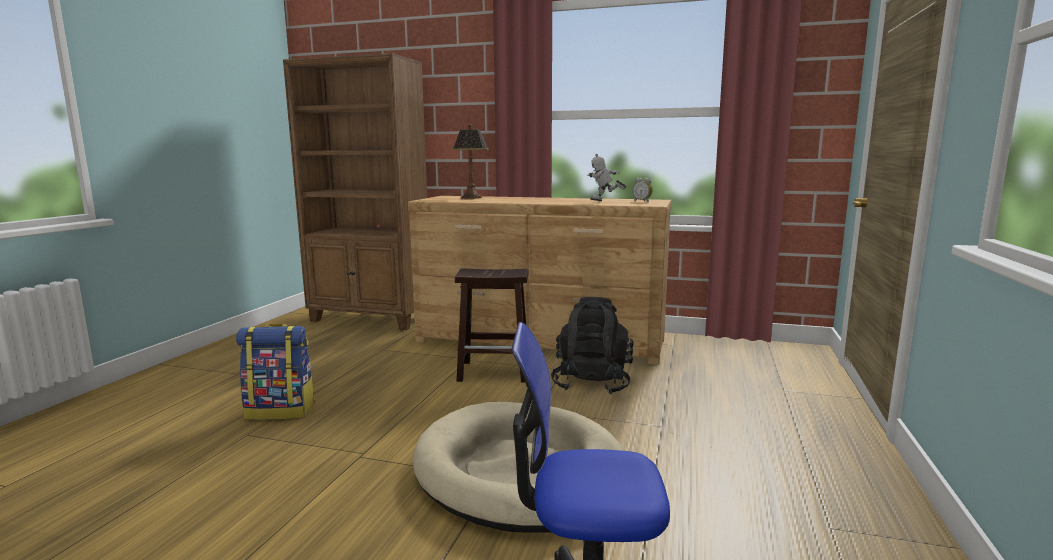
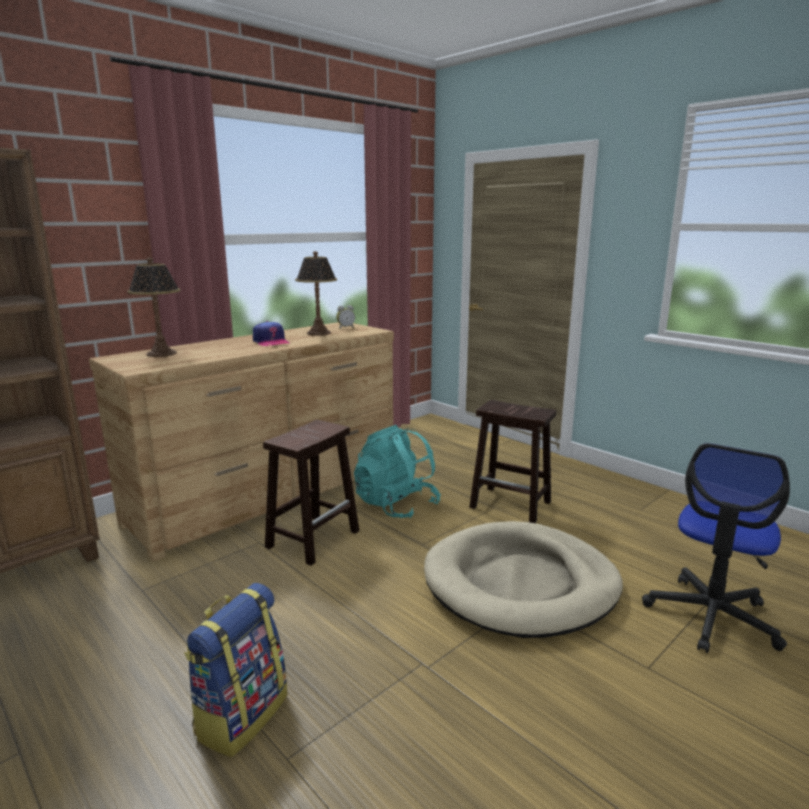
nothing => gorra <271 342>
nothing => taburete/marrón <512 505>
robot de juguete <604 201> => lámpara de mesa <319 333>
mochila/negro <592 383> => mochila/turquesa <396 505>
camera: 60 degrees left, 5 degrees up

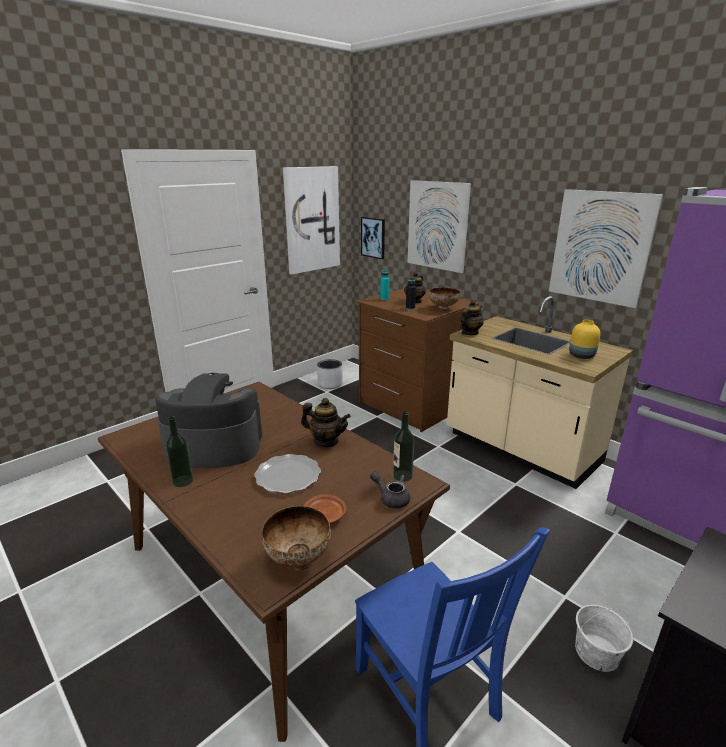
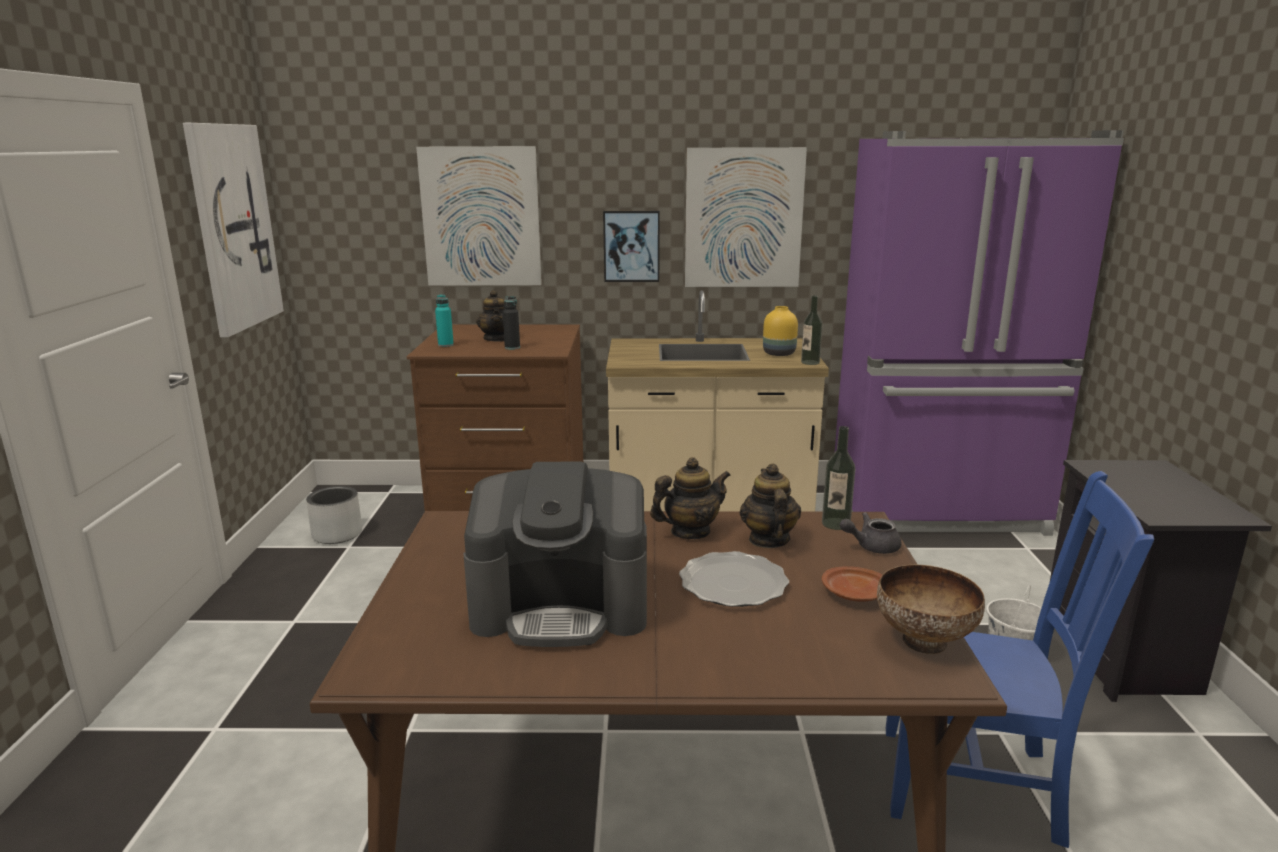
cuenco <443 309> => nothing
botella <183 481> => botella <810 362>, shifted
cuadro <373 237> => cuadro <631 246>, shifted
tetera <469 333> => tetera <768 540>, shifted
cafetera <213 446> => cafetera <562 606>, 135 degrees counterclockwise
camera: 45 degrees left, 5 degrees down

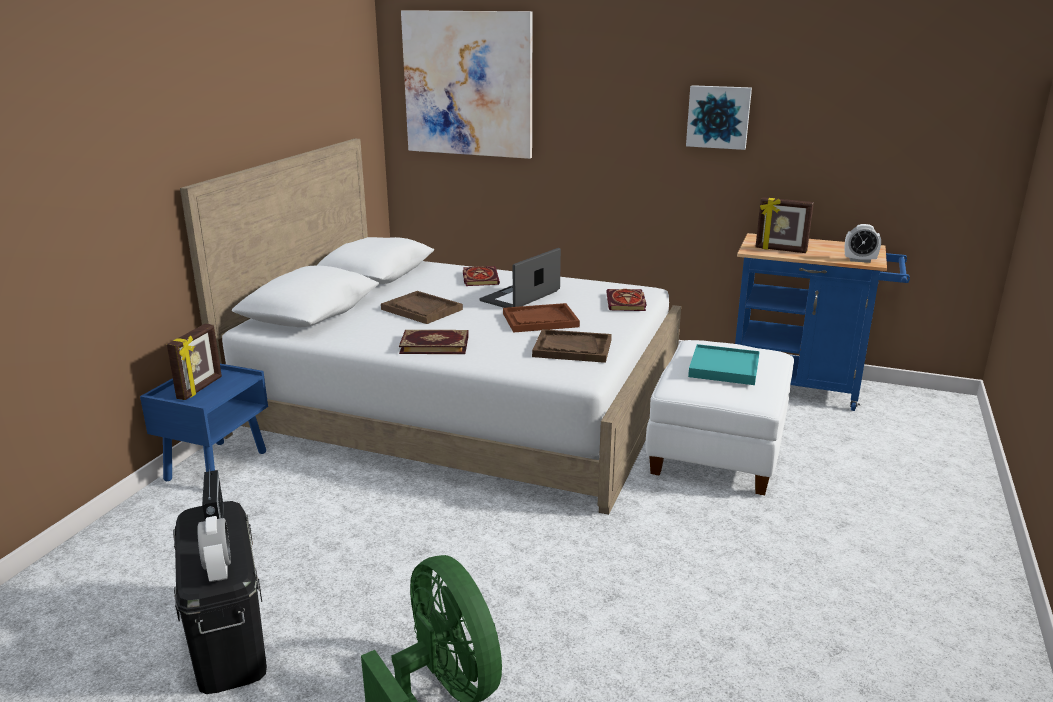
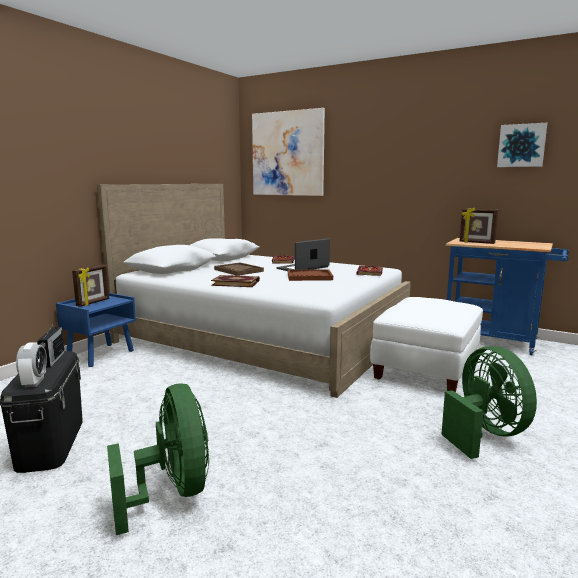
bandeja/marrón <572 348> => nothing
bandeja/turquesa <724 368> => nothing
despertador <859 260> => nothing
nothing => ventilador/verde <484 434>
cuadro <718 117> => cuadro <521 145>, shifted
camera: 10 degrees right, 10 degrees down

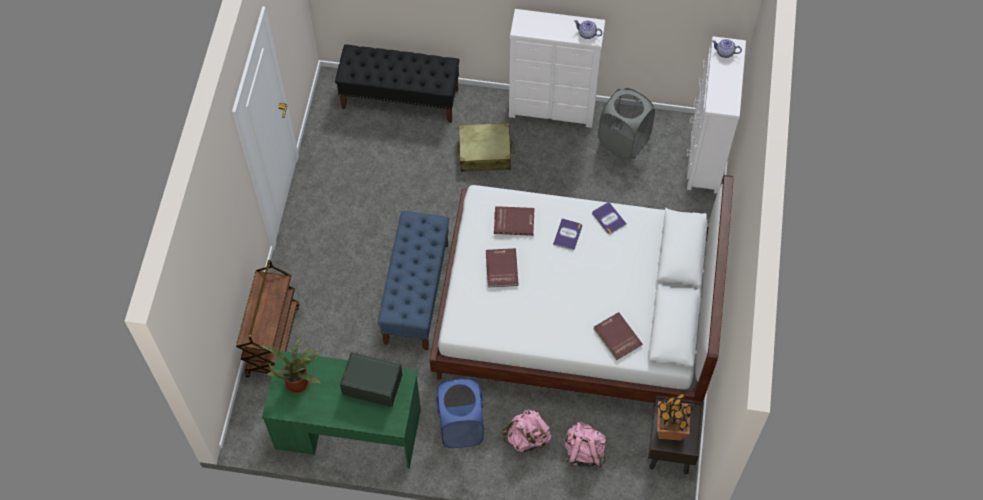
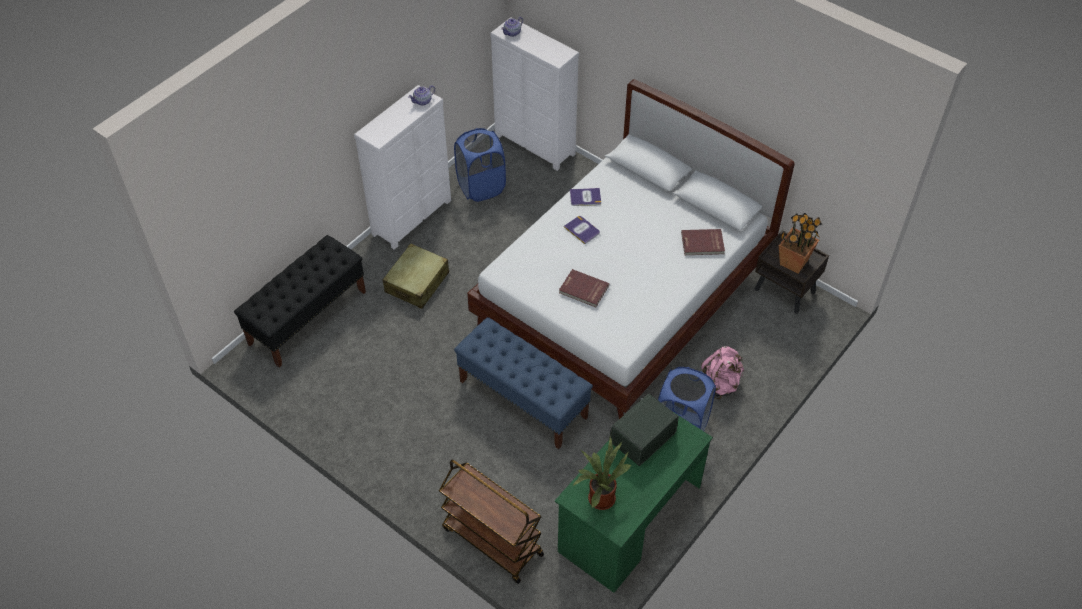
libro/rojo <514 221> => nothing
mochila/rosa <584 451> => nothing
cesto de la ropa/gris <623 141> => cesto de la ropa/azul <481 187>
camera: 60 degrees left, 10 degrees down

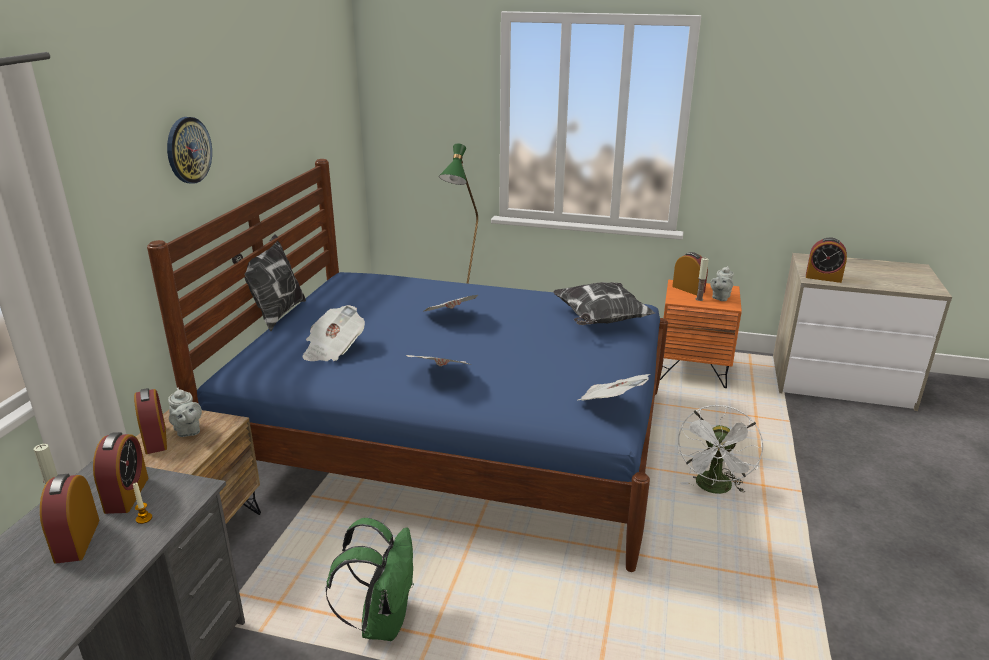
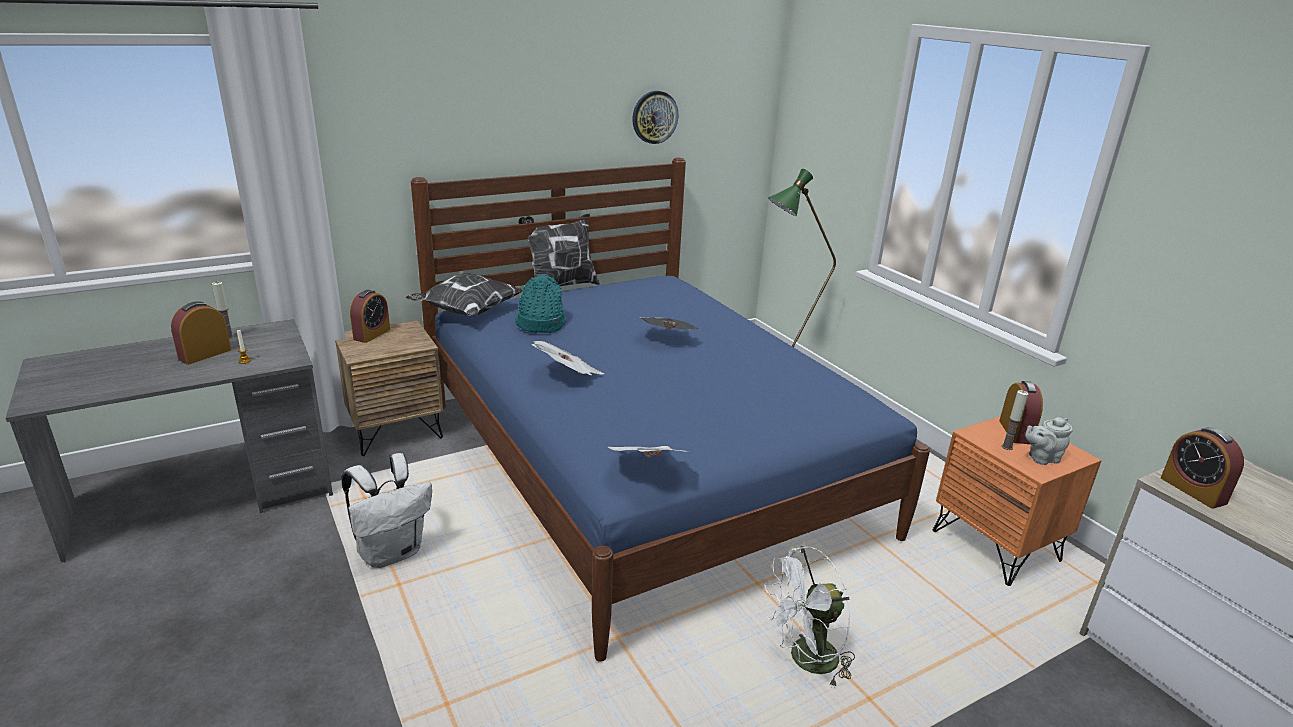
despertador <126 494> => nothing
tetera/gris <188 431> => nothing
reloj de pared <188 150> => reloj de pared <654 117>, shifted
cojín <600 321> => cojín <466 312>, shifted
periódico <333 350> => sombrero/turquesa <540 323>
mochila/verde <382 620> => mochila/blanco <392 552>
camera: 45 degrees right, 0 degrees up

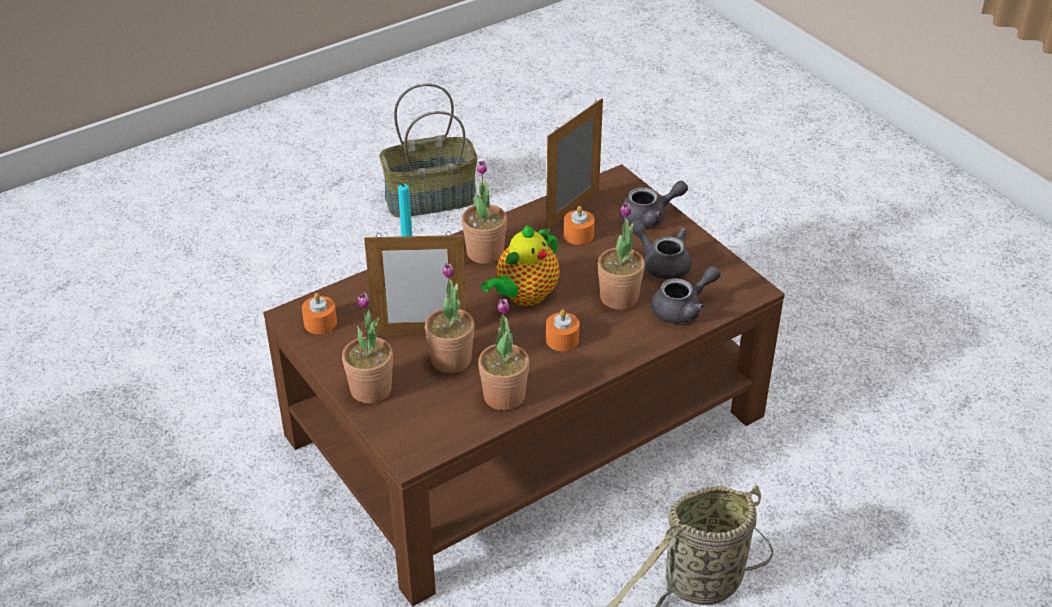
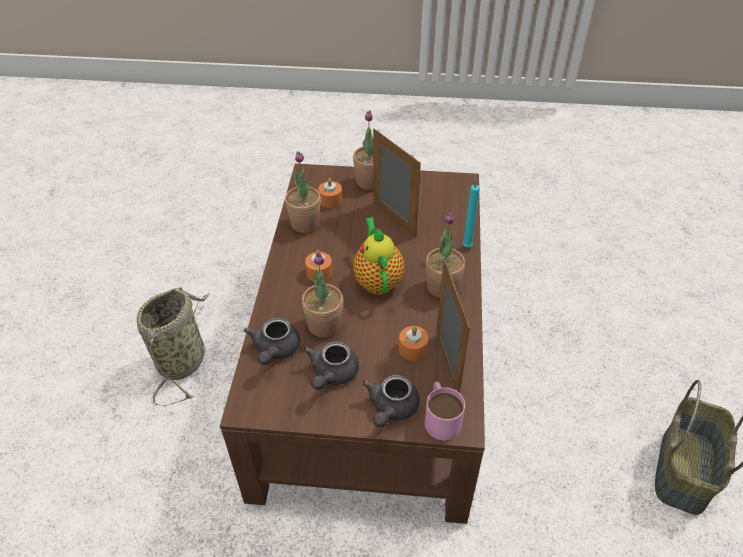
planta en maceta <451 360> => nothing
nothing => taza grande/rosa <441 417>
vela/naranja <320 323> => vela/naranja <330 200>, shifted
portarretratos <420 333> => portarretratos <394 219>, 105 degrees clockwise
tetera/gris <661 263> => tetera/gris <332 374>, 120 degrees clockwise
camera: 130 degrees right, 5 degrees up

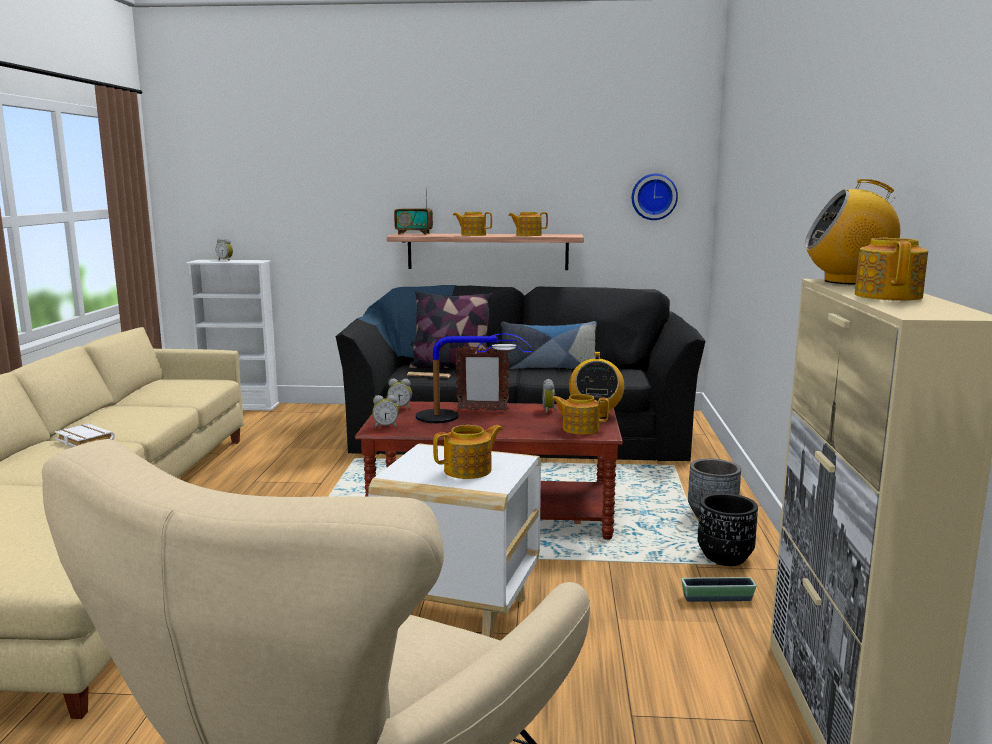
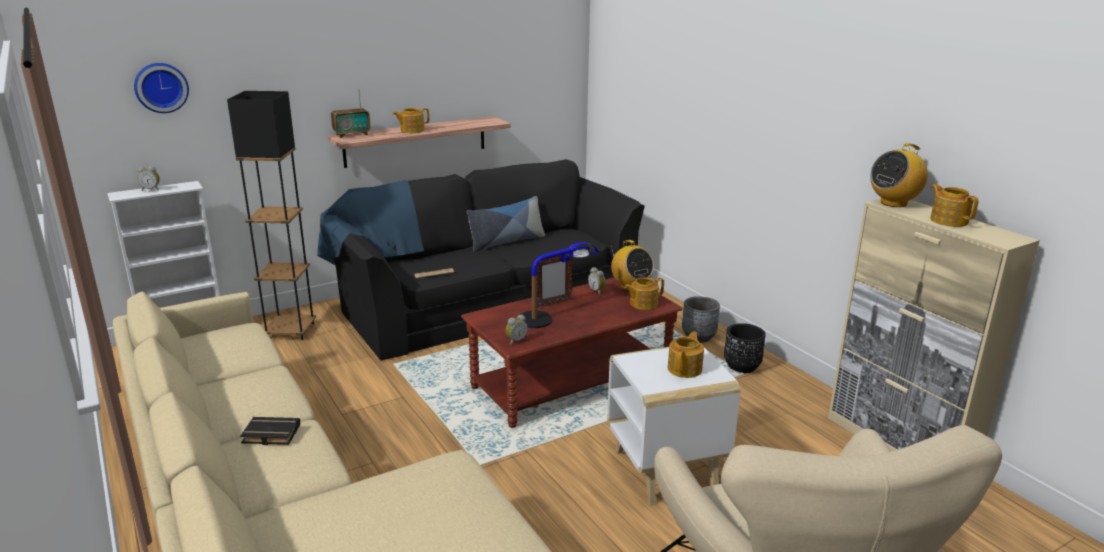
despertador <400 408> => nothing
cojín <450 367> => nothing
tetera <528 235> => nothing
maceta <717 598> => nothing
nothing => lámpara de pie/negro <290 331>
reloj de pared <654 196> => reloj de pared <161 87>, shifted
libro/blanco <82 440> => libro/negro <269 435>
camera: 35 degrees left, 10 degrees up

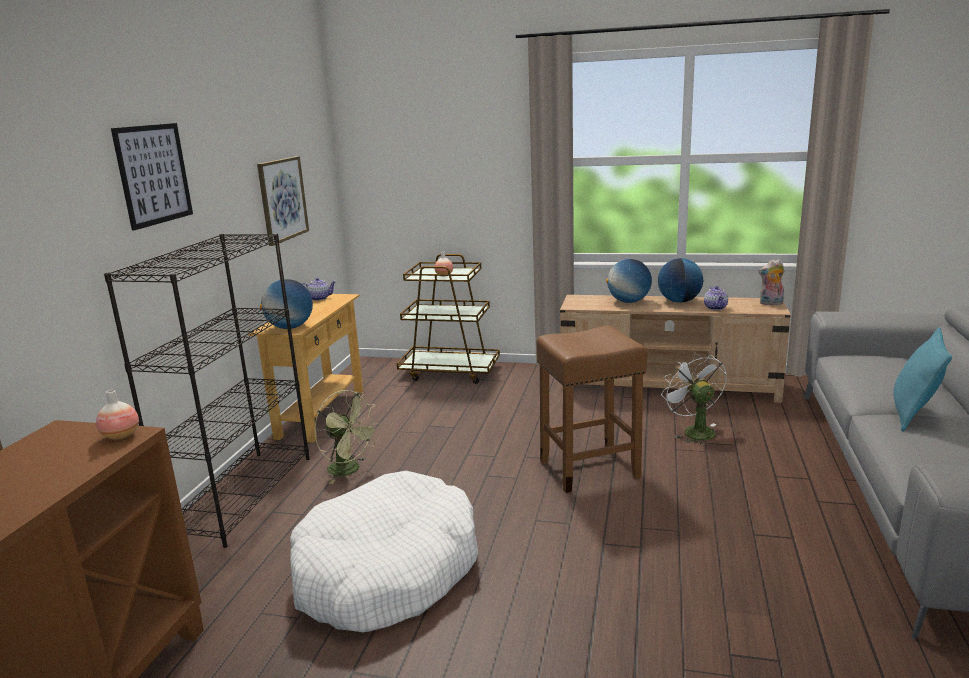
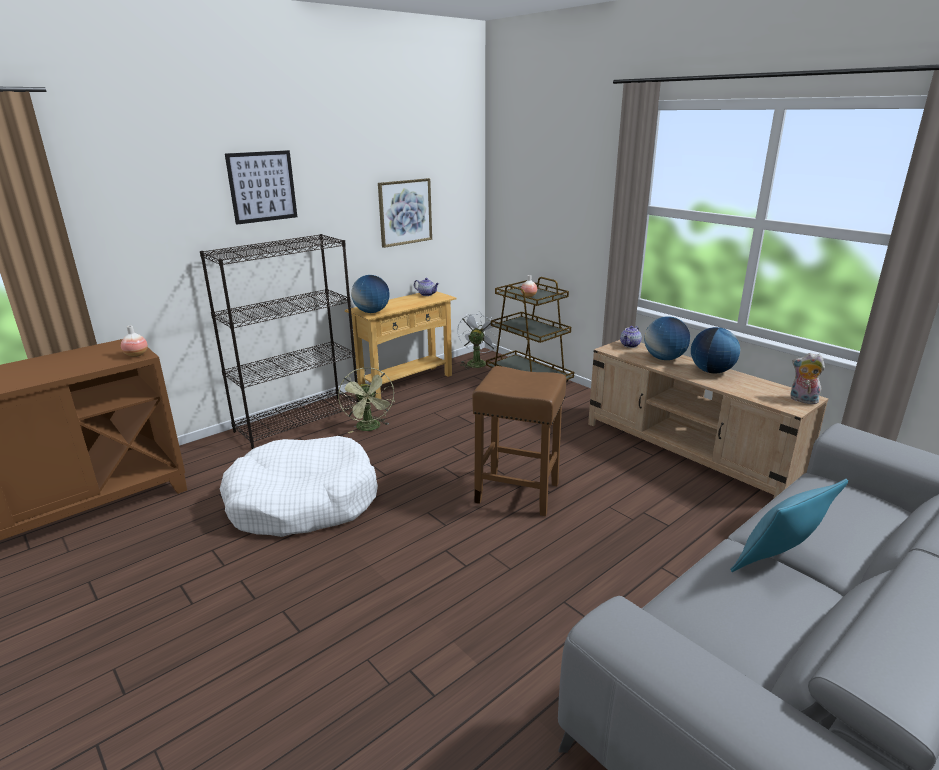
ventilador/blanco <694 431> => ventilador/blanco <477 362>, shifted
tetera <716 308> => tetera <630 345>, shifted
camera: 35 degrees right, 5 degrees up

